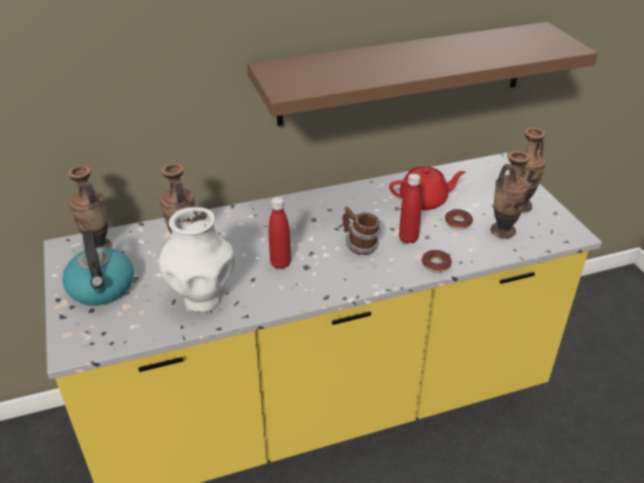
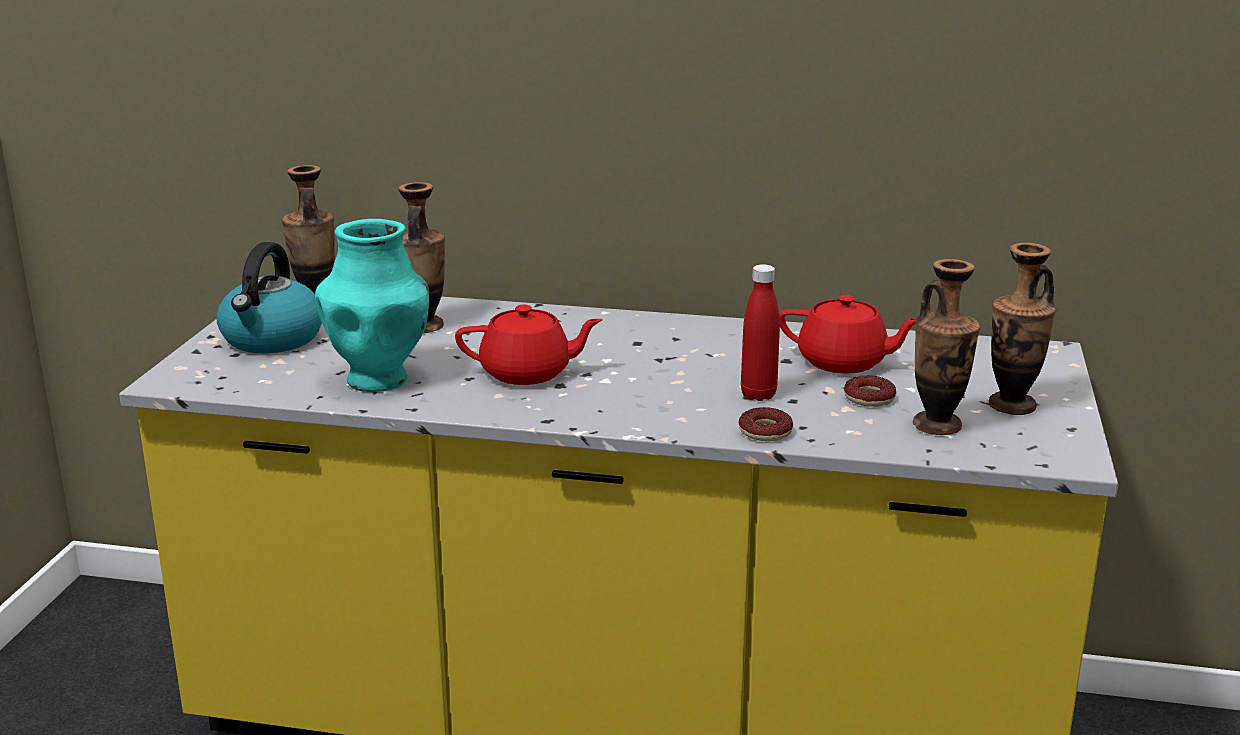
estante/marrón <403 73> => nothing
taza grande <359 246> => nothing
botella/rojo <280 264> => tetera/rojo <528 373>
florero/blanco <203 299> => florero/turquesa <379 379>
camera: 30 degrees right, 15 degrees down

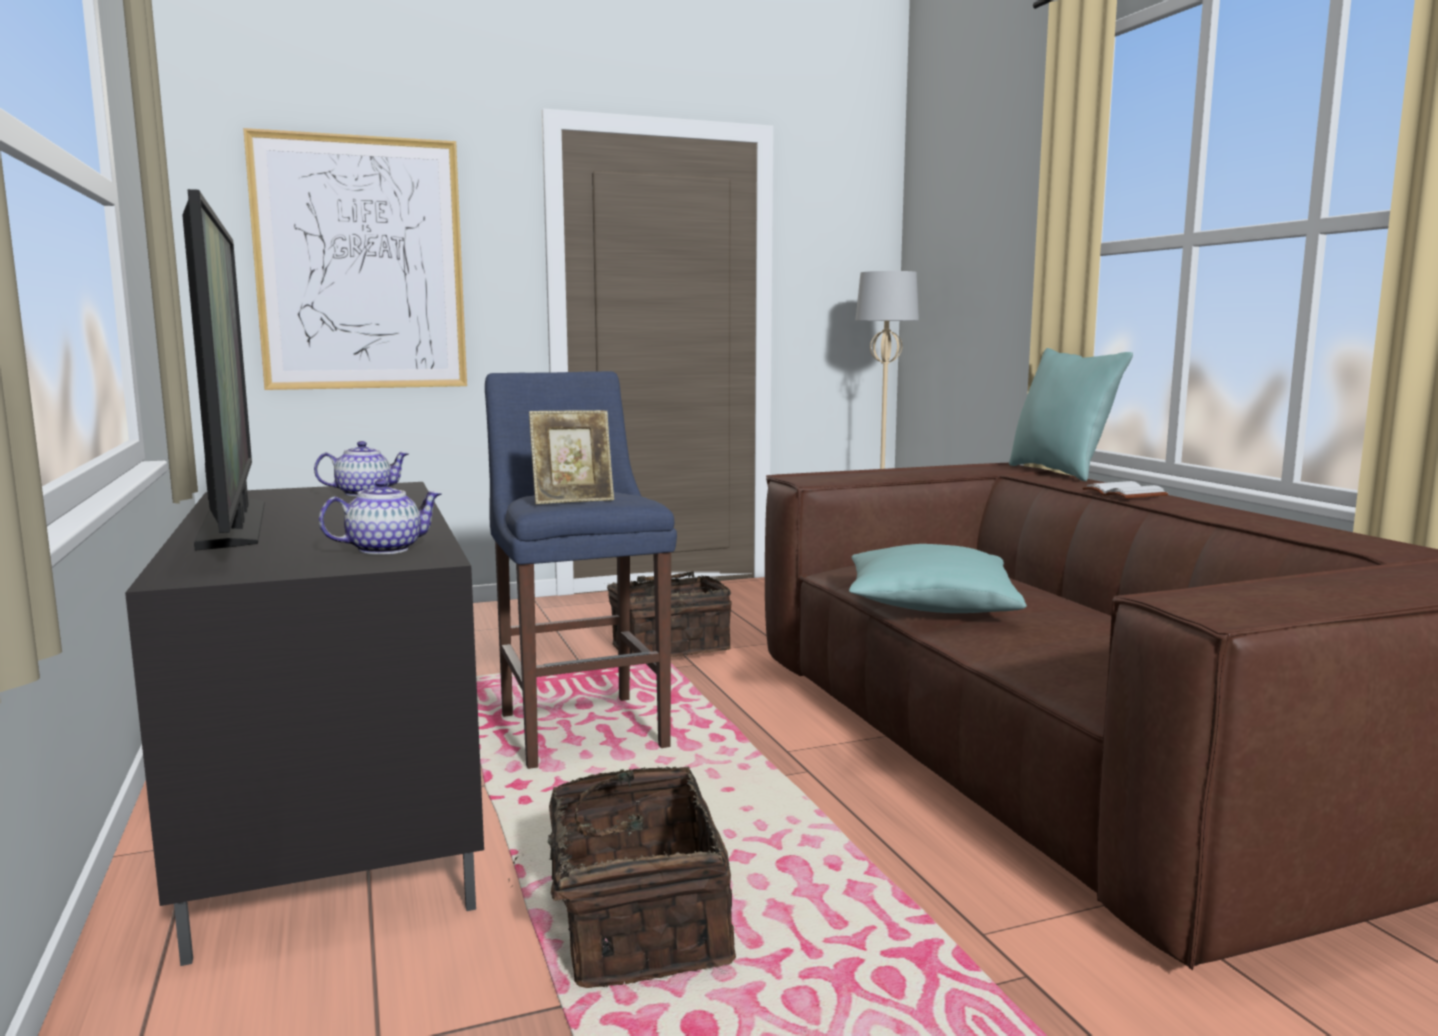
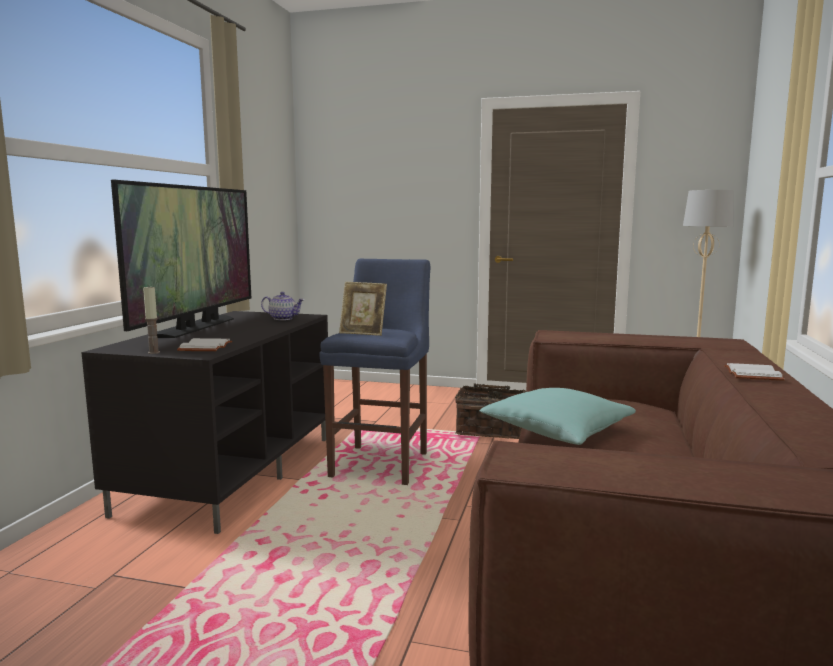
cuadro <361 264> => nothing
cesta <635 926> => nothing
cojín/turquesa <1061 472> => nothing
nothing => vela <154 352>
tetera <385 549> => libro/blanco <204 347>
camera: 35 degrees right, 0 degrees up

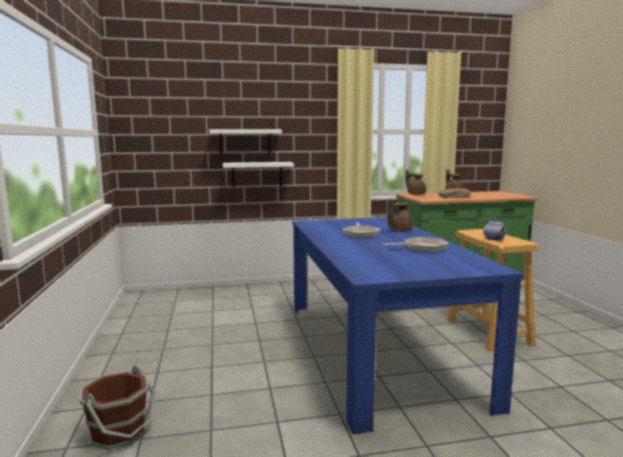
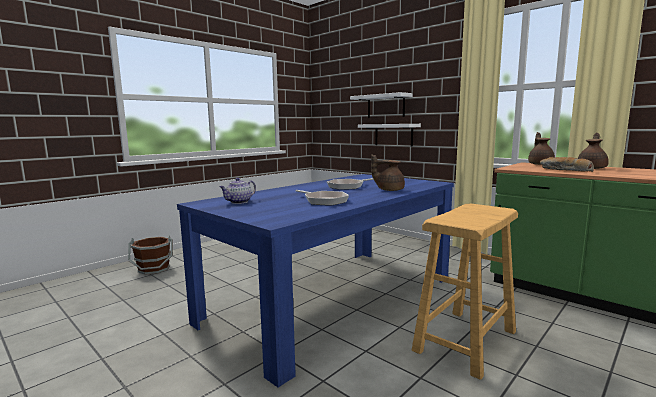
tetera <494 239> => tetera <238 202>, shifted
camera: 55 degrees right, 0 degrees up

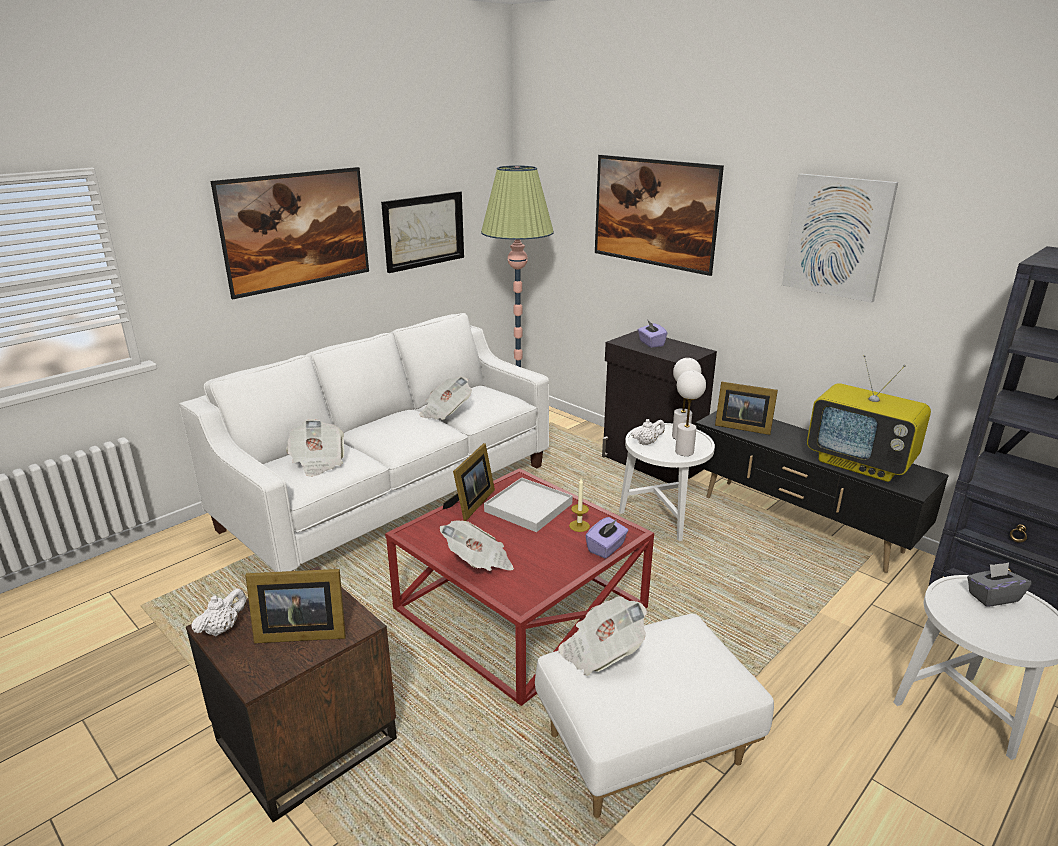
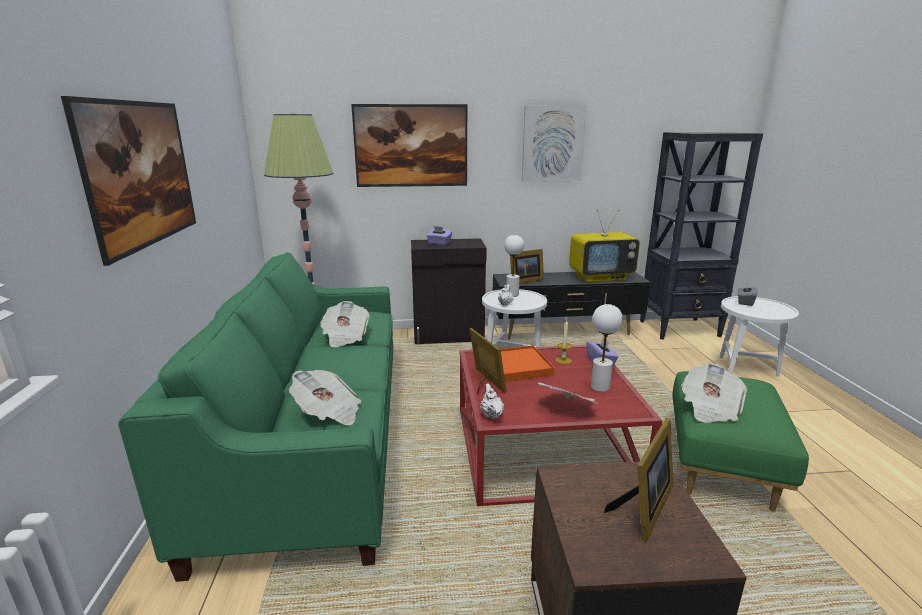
cuadro <423 231> => nothing
tetera/blanco <222 629> => tetera/blanco <491 414>, shifted
lámpara de mesa/blanco <684 451> => lámpara de mesa/blanco <599 387>, shifted
sofá/blanco <391 496> => sofá/verde <315 441>
bandeja/blanco <528 507> => bandeja/naranja <518 366>
puf/blanco <644 751> => puf/verde <722 466>
camera: 50 degrees left, 5 degrees down

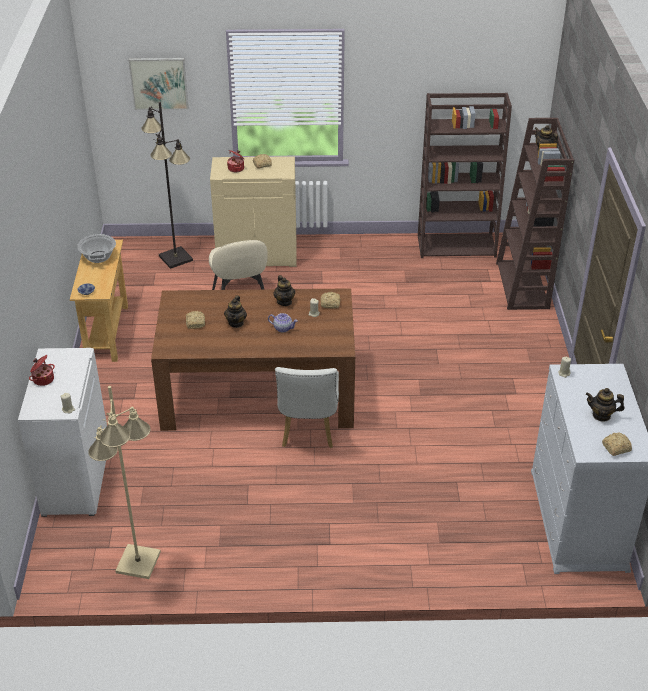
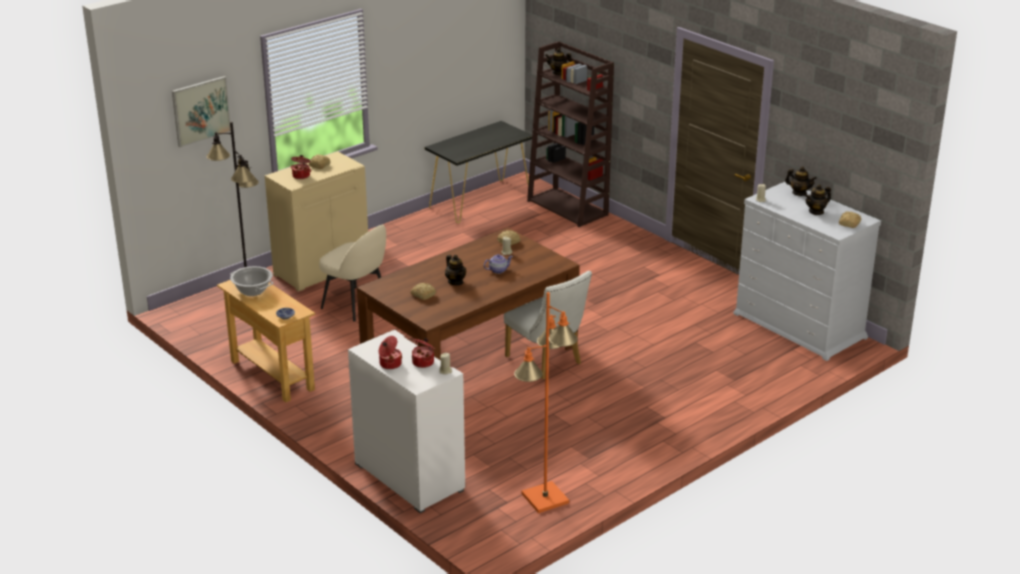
nothing => olla <423 362>
tetera <284 302> => tetera <799 193>, shifted
estantería/marrón <457 246> => mesa consola/negro <480 201>
lámpara de pie/beis <137 562> => lámpara de pie/naranja <545 499>
camera: 40 degrees left, 10 degrees down

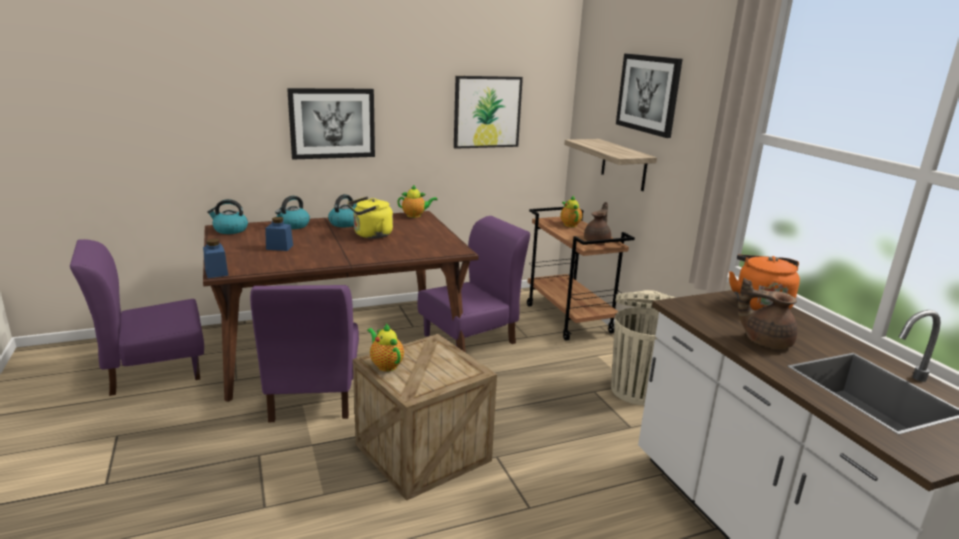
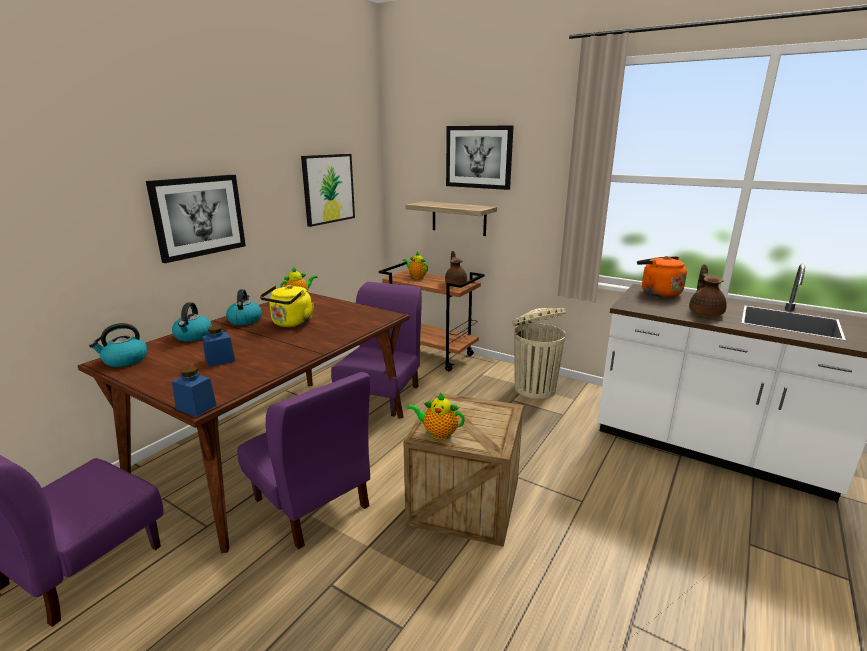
tetera/marrón <765 341> => tetera/marrón <705 312>, 105 degrees clockwise
camera: 35 degrees left, 0 degrees up

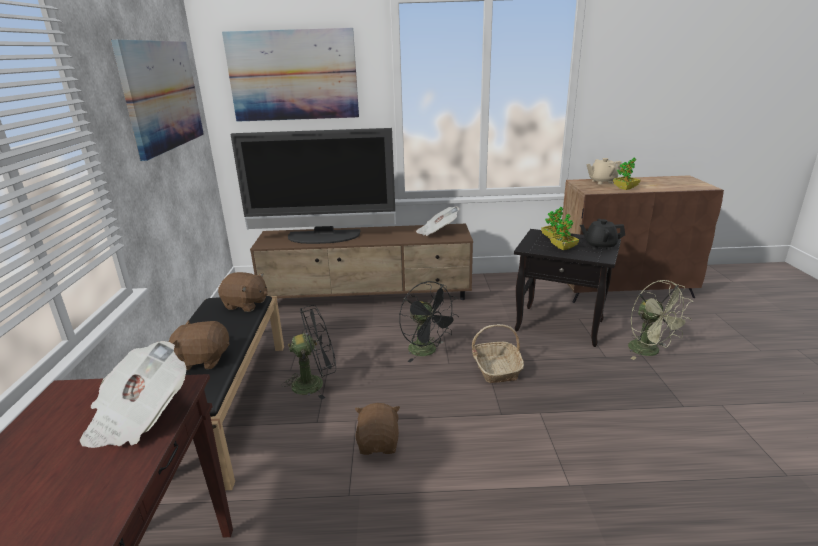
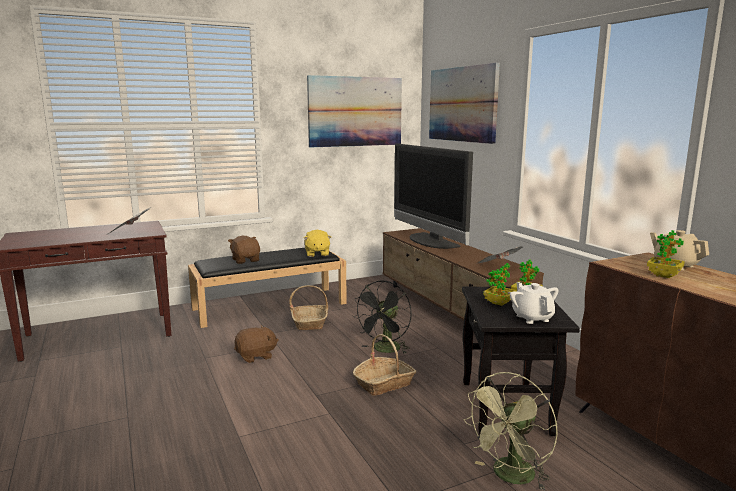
ventilador/negro <315 383> => cesta <310 323>
peluche/marrón <246 304> => peluche/amarillo <317 254>
tetera/negro <600 246> => tetera/blanco <532 318>
camera: 65 degrees right, 10 degrees down

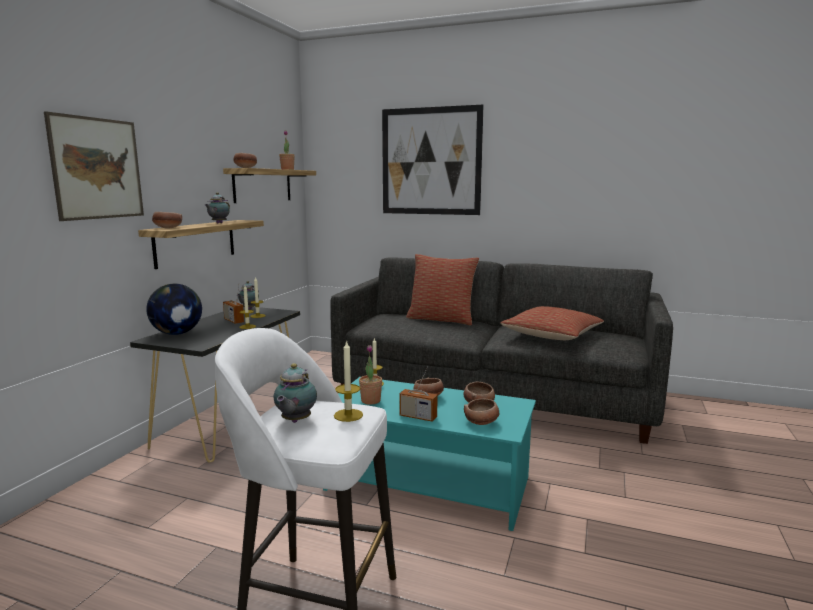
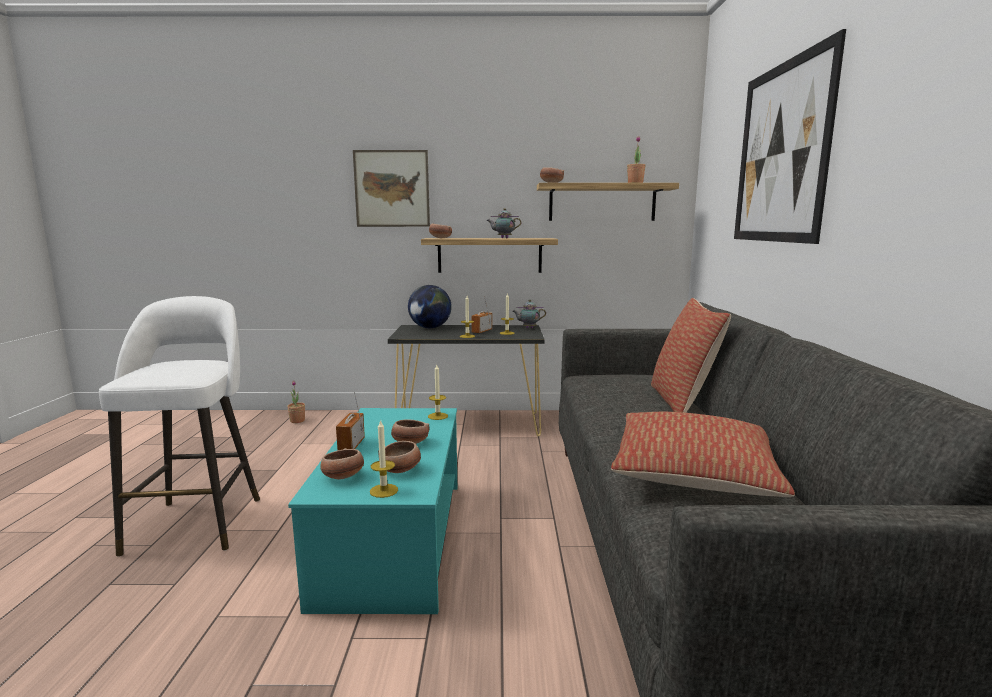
tetera <295 421> => nothing
vela <348 415> => vela <384 490>, shifted
planta en maceta <370 401> => planta en maceta <297 421>, shifted
camera: 70 degrees right, 0 degrees up

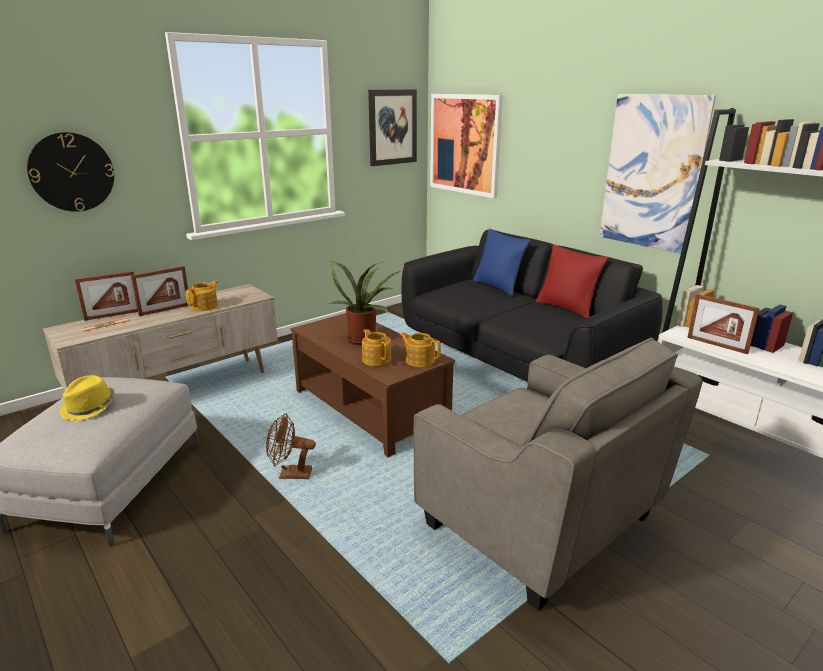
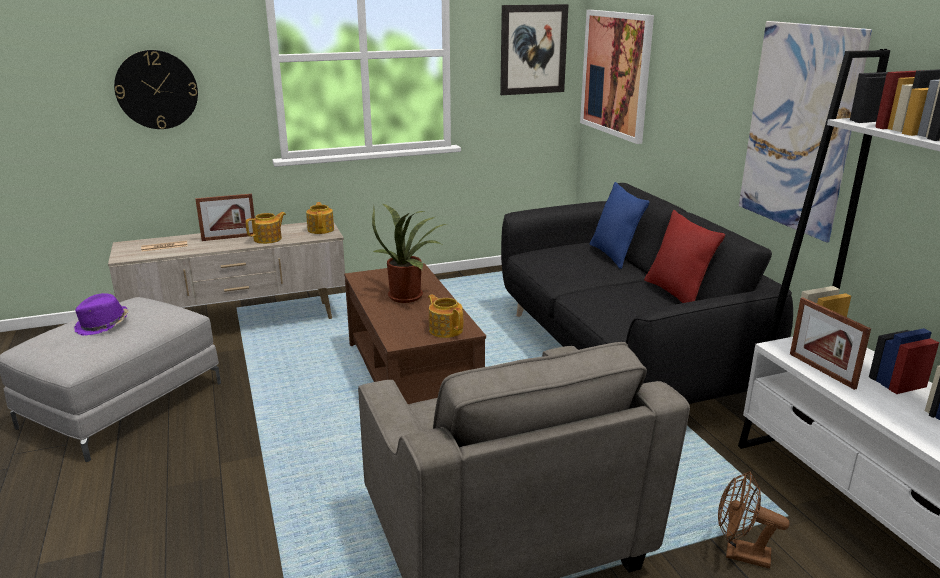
portarretratos <113 315> => nothing
ventilador/marrón <290 474> => ventilador/marrón <740 554>, shifted
tetera <376 359> => tetera <321 229>, shifted
sombrero/amarillo <90 408> => sombrero/morado <103 325>
camera: 20 degrees right, 0 degrees up

